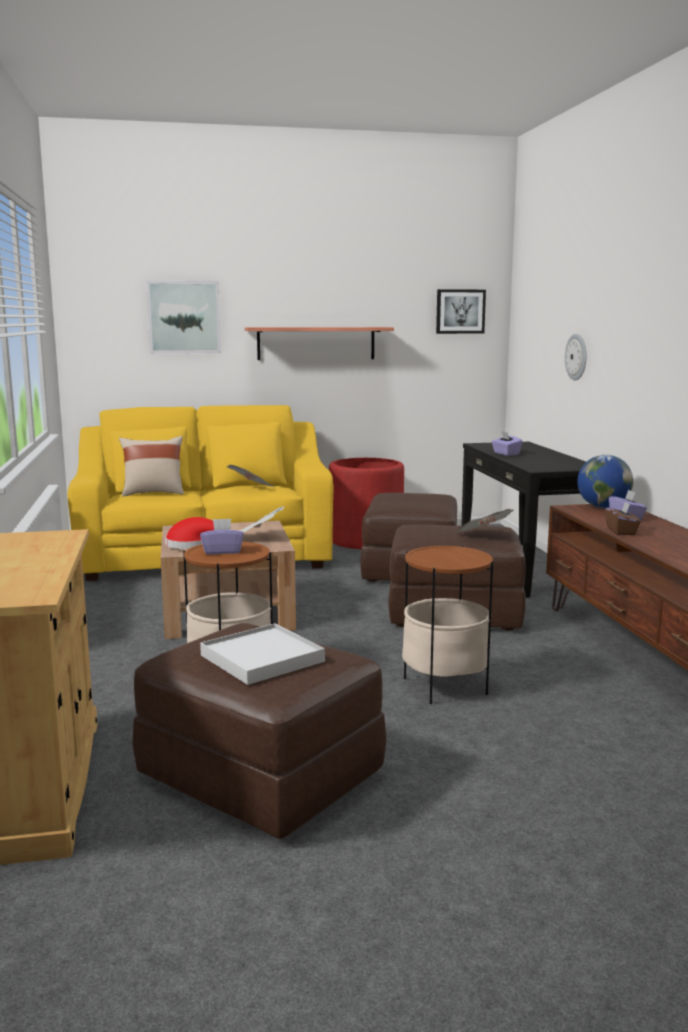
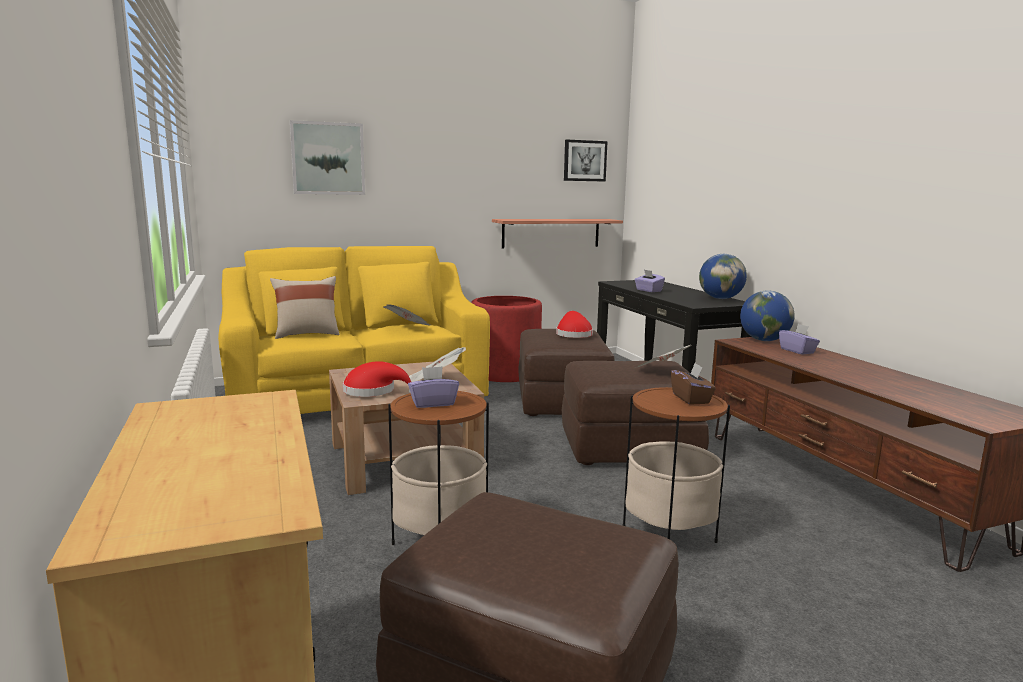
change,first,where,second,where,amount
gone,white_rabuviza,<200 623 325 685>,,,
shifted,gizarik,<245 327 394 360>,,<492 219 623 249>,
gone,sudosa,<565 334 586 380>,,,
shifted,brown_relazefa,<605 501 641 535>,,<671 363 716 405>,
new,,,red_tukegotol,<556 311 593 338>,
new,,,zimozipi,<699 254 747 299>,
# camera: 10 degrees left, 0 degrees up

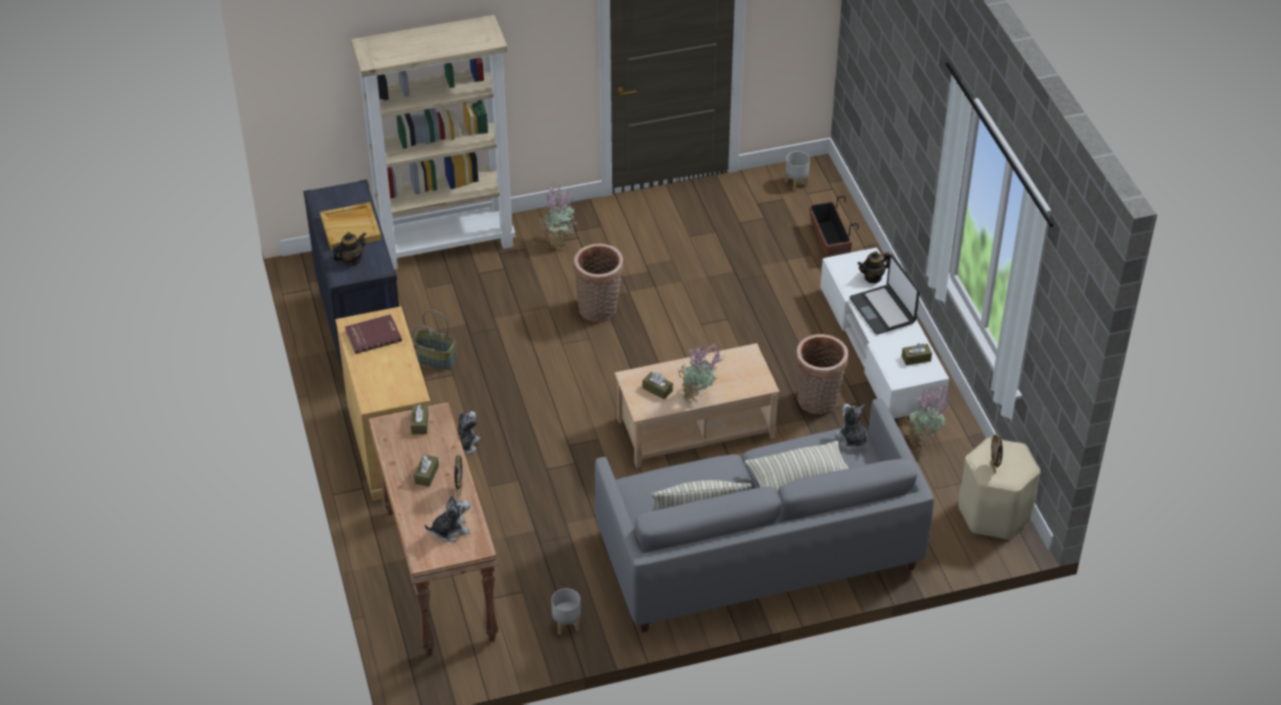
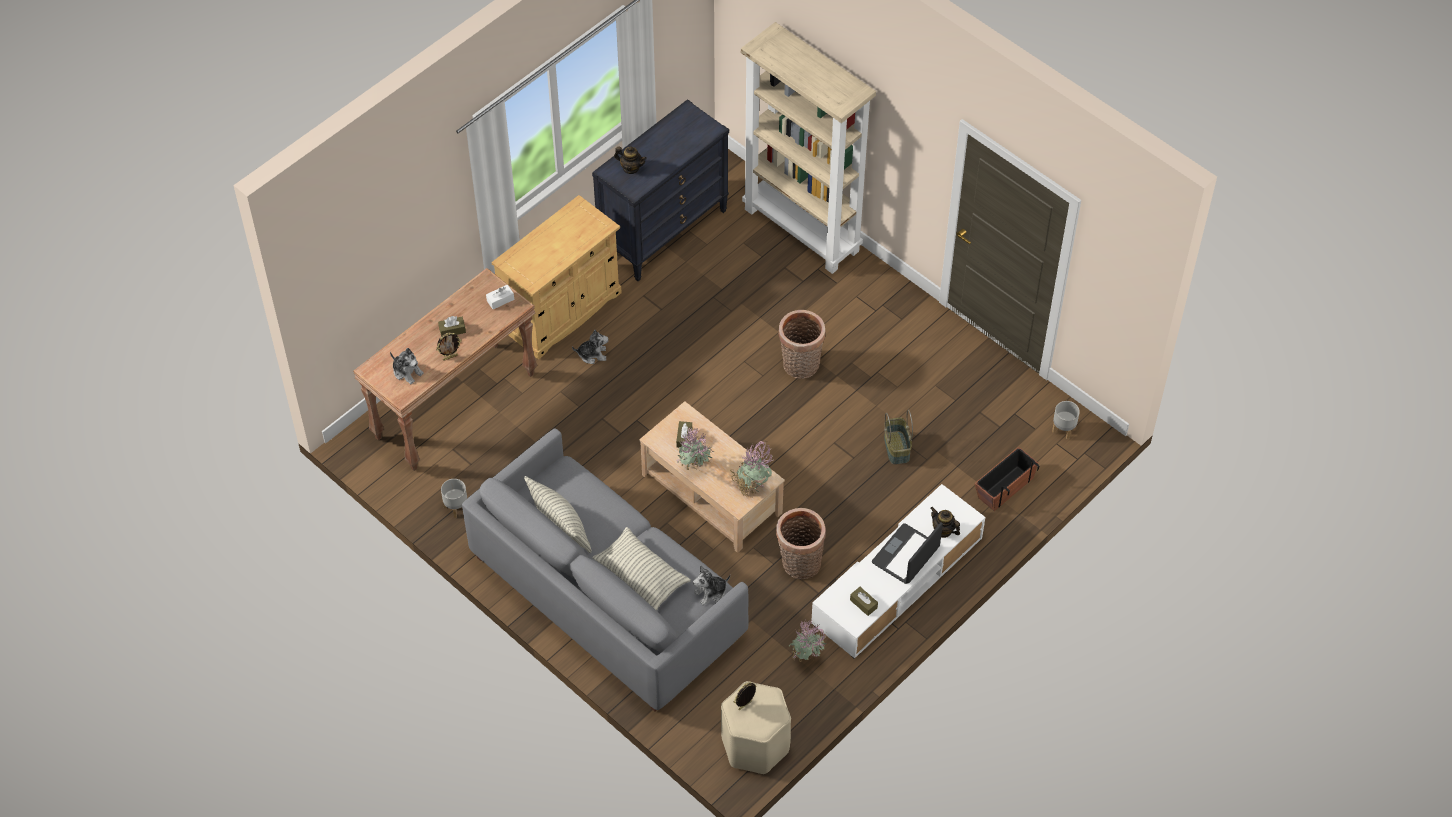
change,first,where,second,where,amount
gone,beige_rabuviza,<320 202 381 250>,,,
gone,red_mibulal,<345 314 402 354>,,,
repainted,brown_relazefa,<411 404 428 434>,white_relazefa,<486 285 514 309>,
shifted,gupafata,<412 310 456 370>,,<884 410 913 465>,
shifted,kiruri,<539 184 577 250>,,<730 441 772 498>,
rotated,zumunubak,<835 404 867 450>,,<693 565 730 605>,150 degrees counterclockwise
# camera: 60 degrees right, 10 degrees up

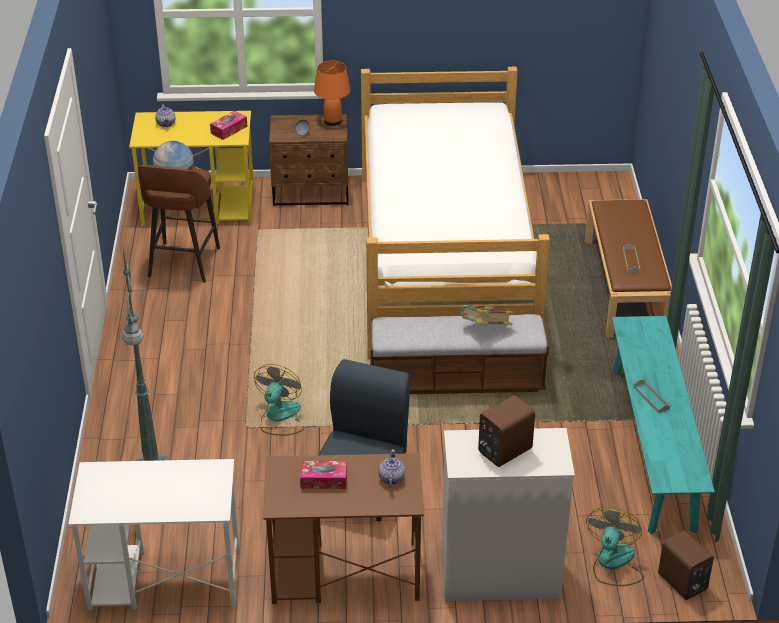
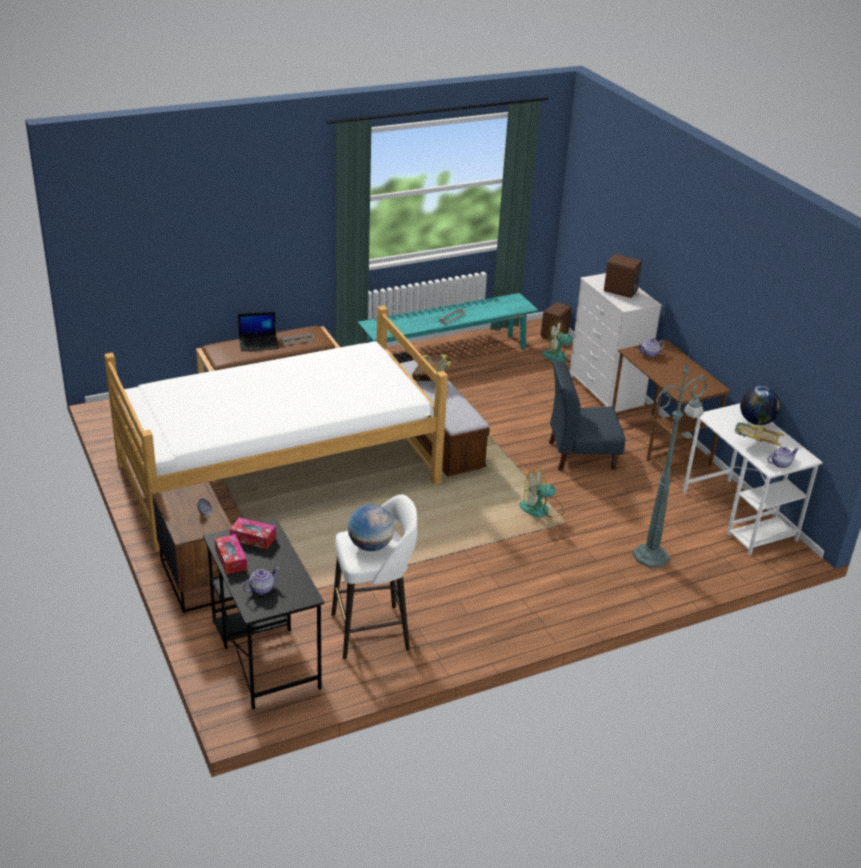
change,first,where,second,where,amount
repainted,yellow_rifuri,<129 111 254 226>,black_rifuri,<203 518 325 710>,
repainted,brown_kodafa,<138 165 220 283>,white_kodafa,<331 494 417 659>,
shifted,relazefa,<300 461 347 489>,,<215 534 247 574>,
gone,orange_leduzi,<314 61 350 126>,,,
new,,,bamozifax,<238 312 279 351>,
new,,,mibulal,<734 422 784 446>,
new,,,zimozipi,<740 386 781 425>,
new,,,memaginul,<767 447 799 468>,
# camera: 115 degrees left, 5 degrees down

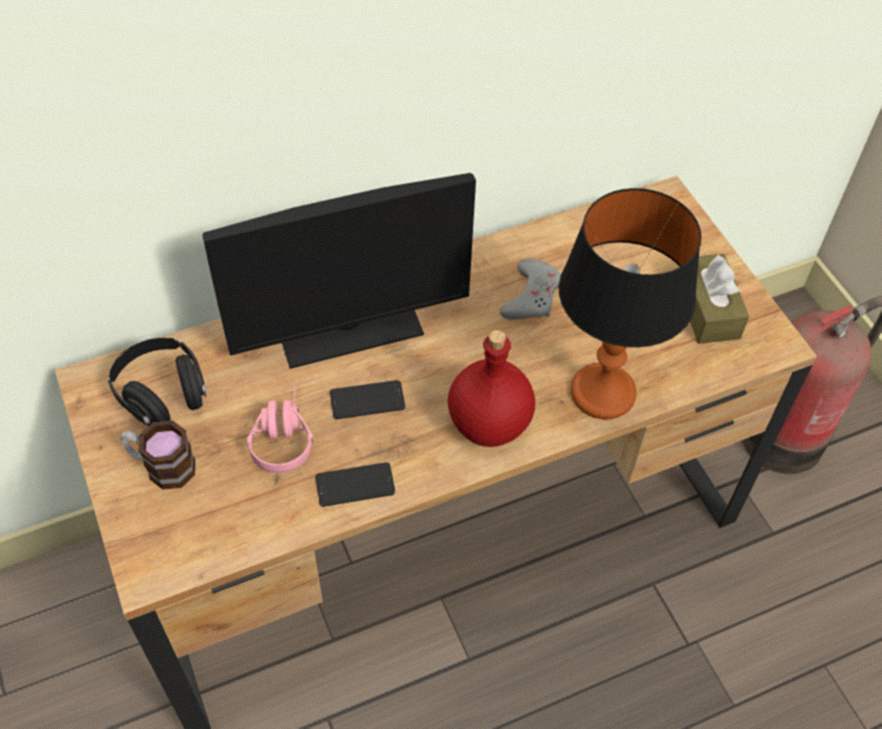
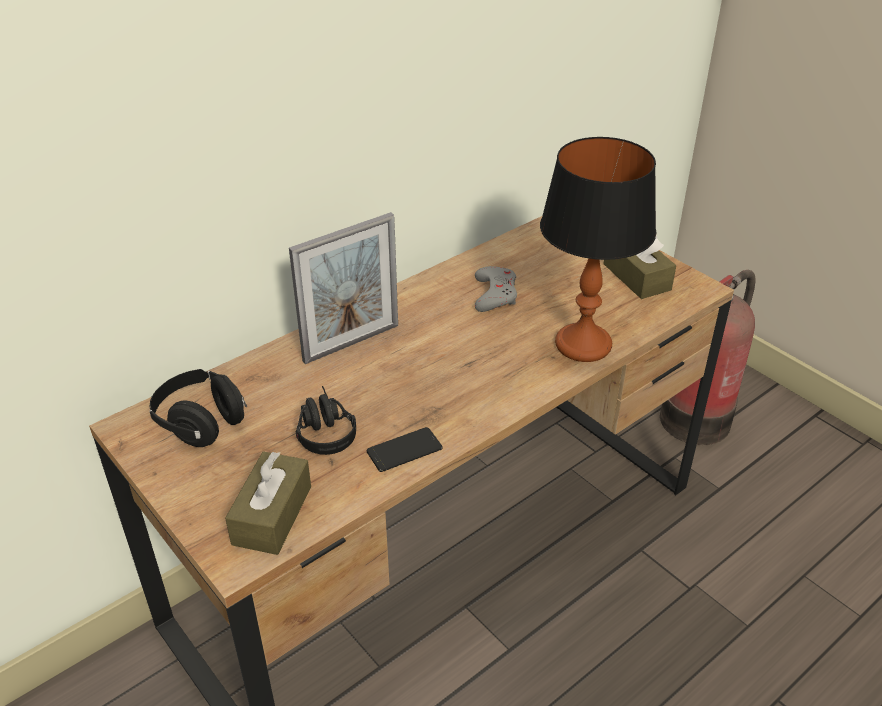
change,first,where,second,where,amount
gone,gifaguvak,<121 420 195 489>,,,
swapped,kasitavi,<202 173 476 369>,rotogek,<289 212 398 364>,
repainted,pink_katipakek,<246 385 314 473>,black_katipakek,<296 386 356 455>,
gone,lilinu,<330 380 405 419>,,,
gone,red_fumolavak,<448 330 535 447>,,,
new,,,brown_relazefa,<225 452 311 555>,
# camera: 15 degrees left, 15 degrees down

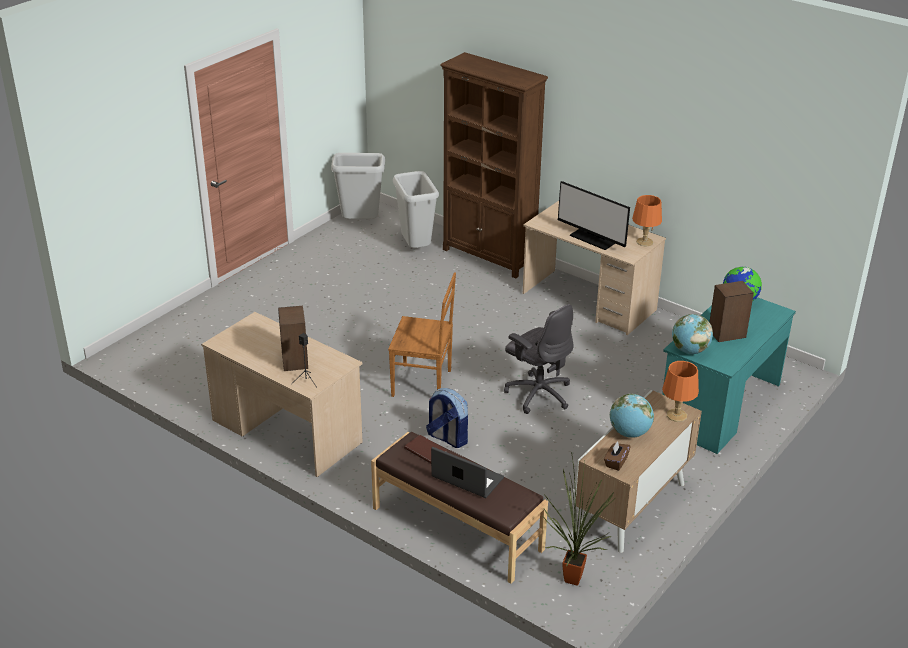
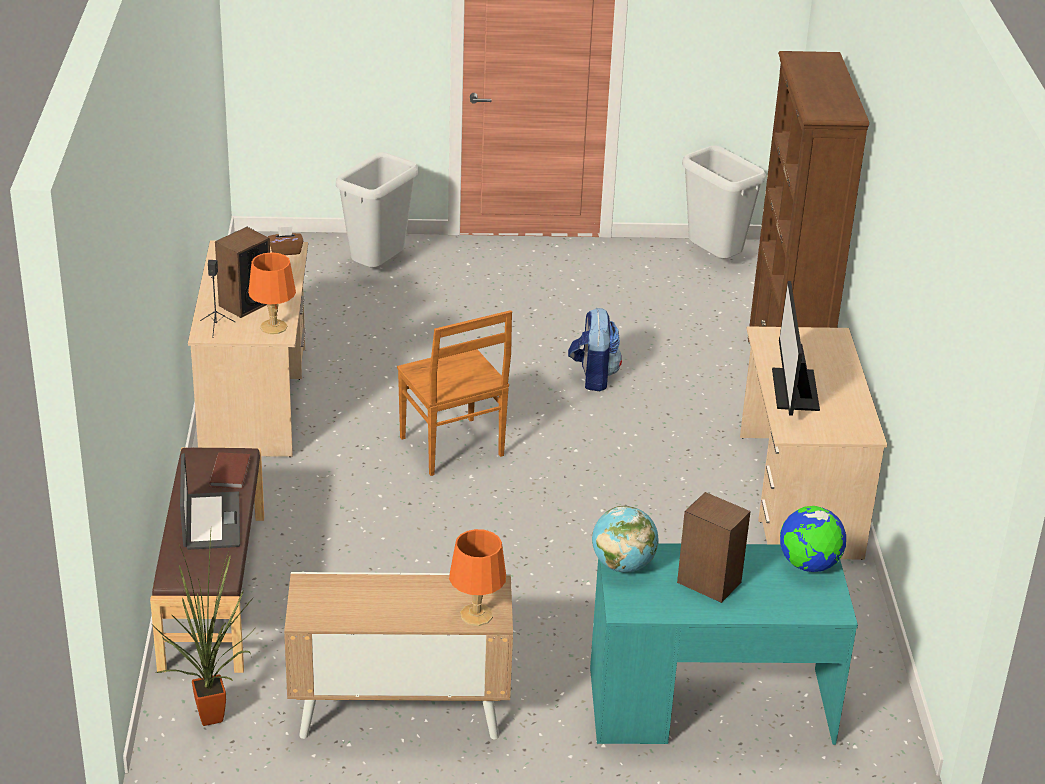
change,first,where,second,where,amount
shifted,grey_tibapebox,<393 171 439 248>,,<336 152 418 267>,
shifted,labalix,<426 388 468 448>,,<568 308 622 391>,
gone,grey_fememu,<504 304 574 414>,,,
shifted,brown_relazefa,<604 441 631 471>,,<268 227 303 255>,
gone,zimozipi,<610 394 654 438>,,,
shifted,orange_leduzi,<632 195 662 247>,,<248 252 296 334>,
# camera: 50 degrees right, 0 degrees up

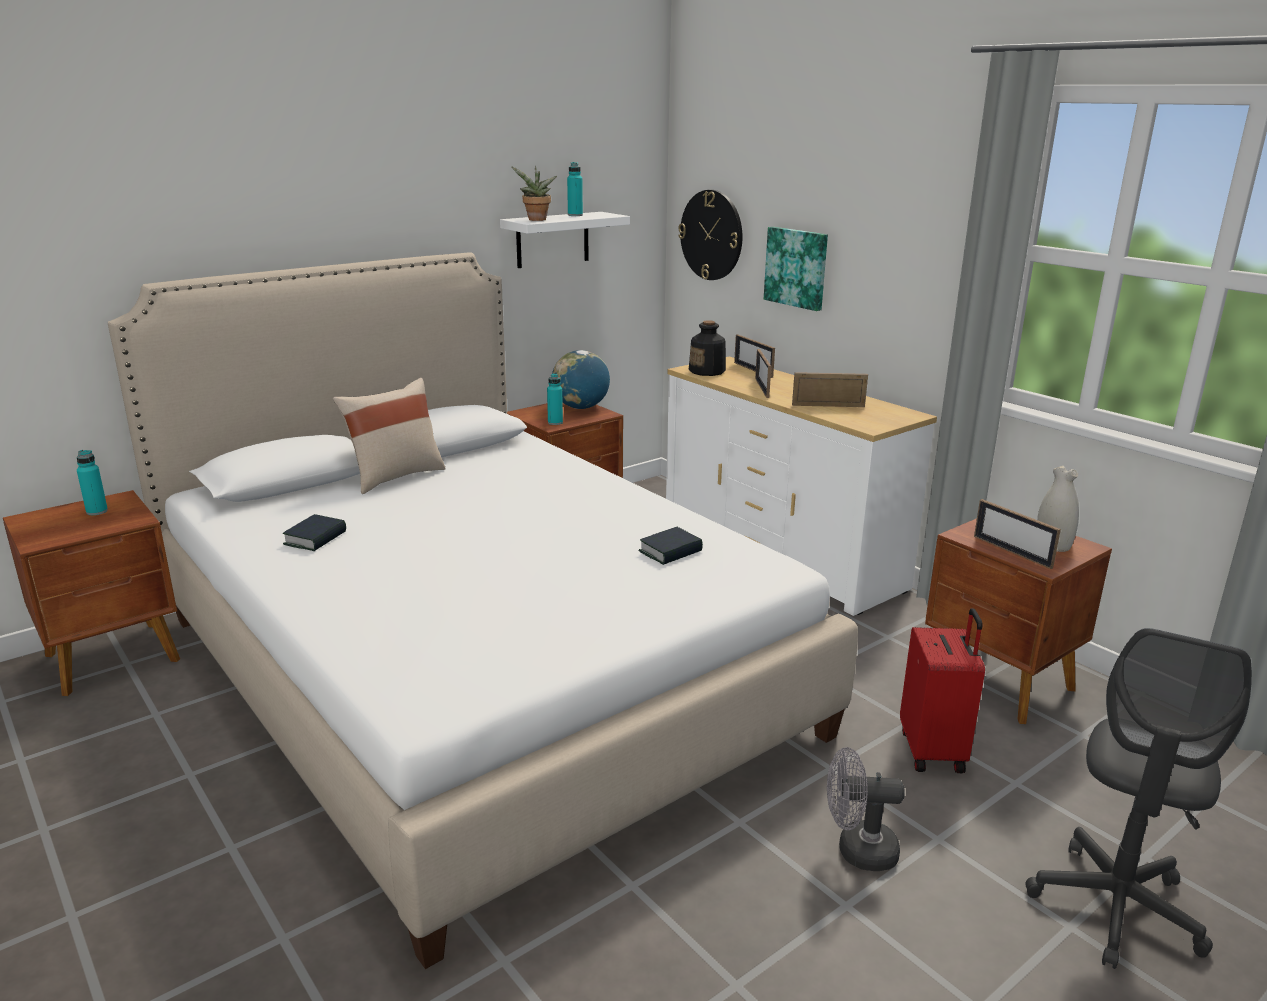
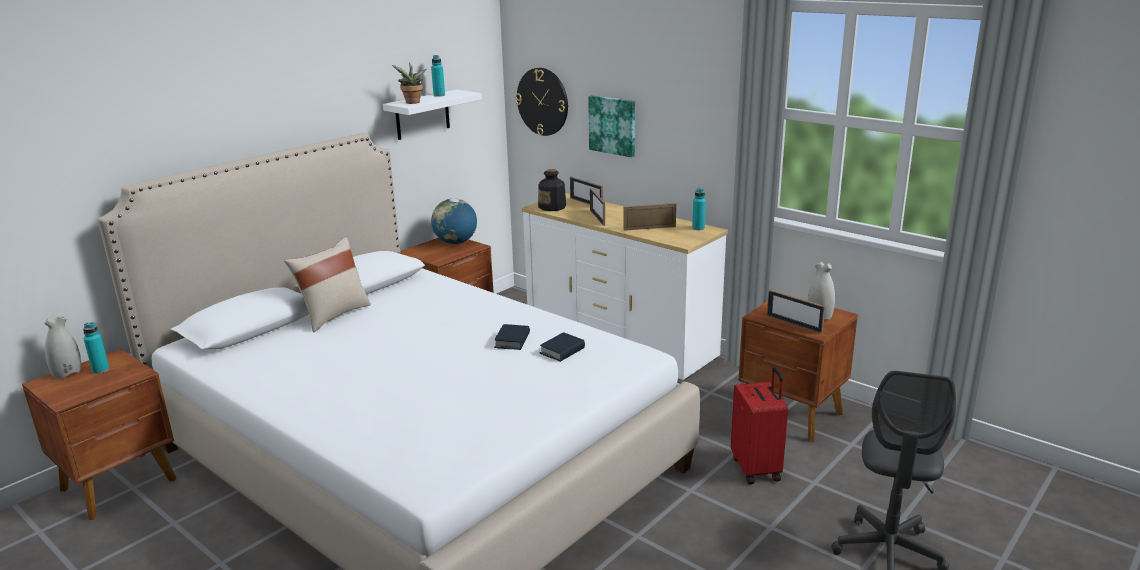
change,first,where,second,where,amount
shifted,mibulal,<283 514 346 551>,,<494 324 530 350>,
shifted,turquoise_fumolavak,<547 373 563 425>,,<692 188 706 230>,
gone,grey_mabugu,<827 747 905 871>,,,
new,,,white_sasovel,<44 316 81 379>,
# camera: 10 degrees left, 0 degrees up

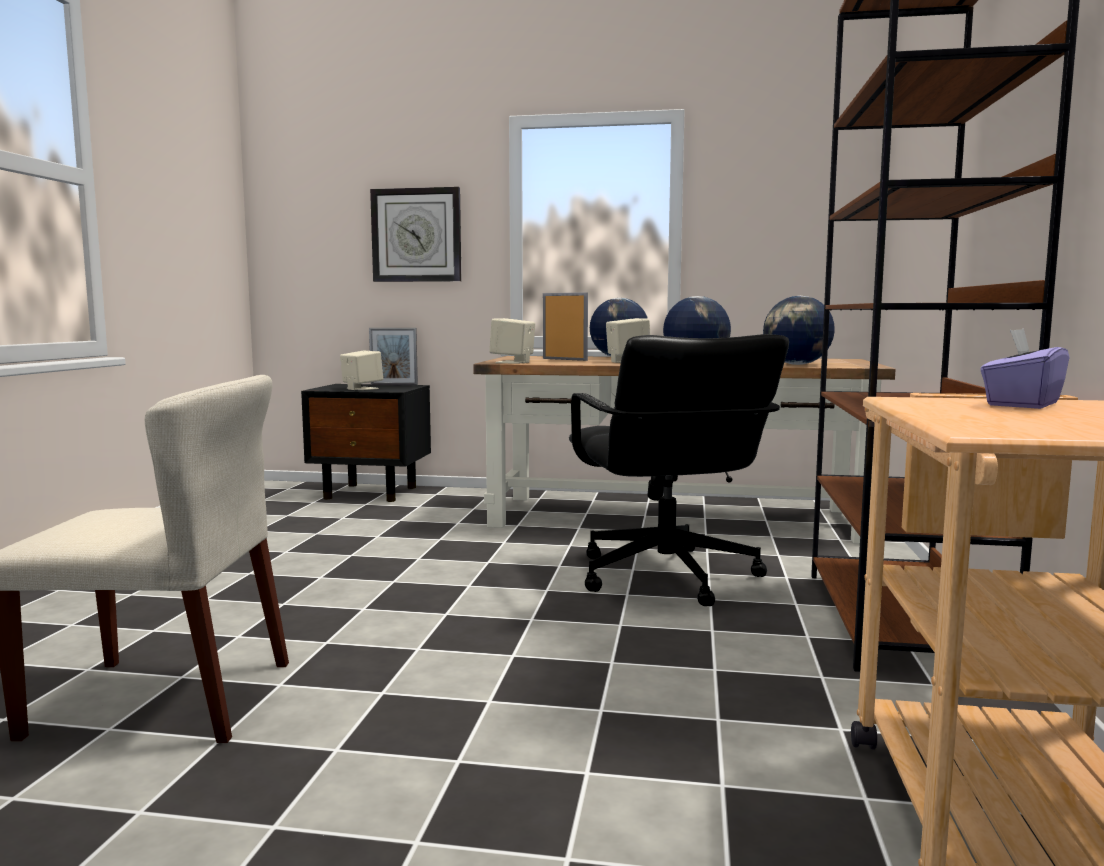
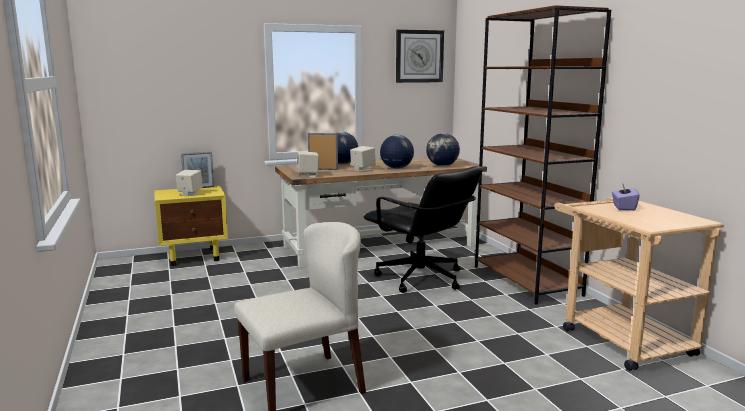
change,first,where,second,where,amount
repainted,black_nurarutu,<301 384 431 502>,yellow_nurarutu,<154 186 228 266>,
shifted,sudosa,<370 187 461 282>,,<396 29 444 83>,
# camera: 30 degrees left, 5 degrees up

